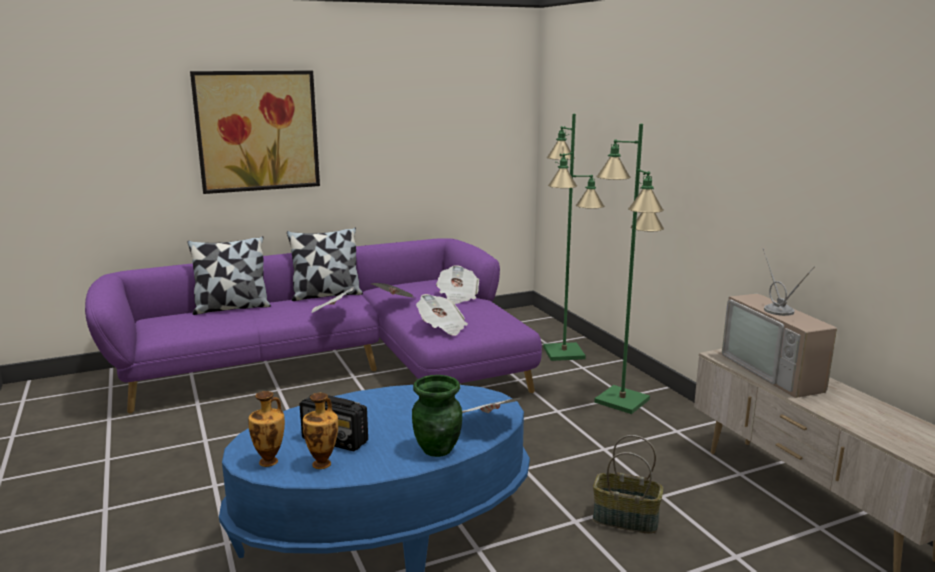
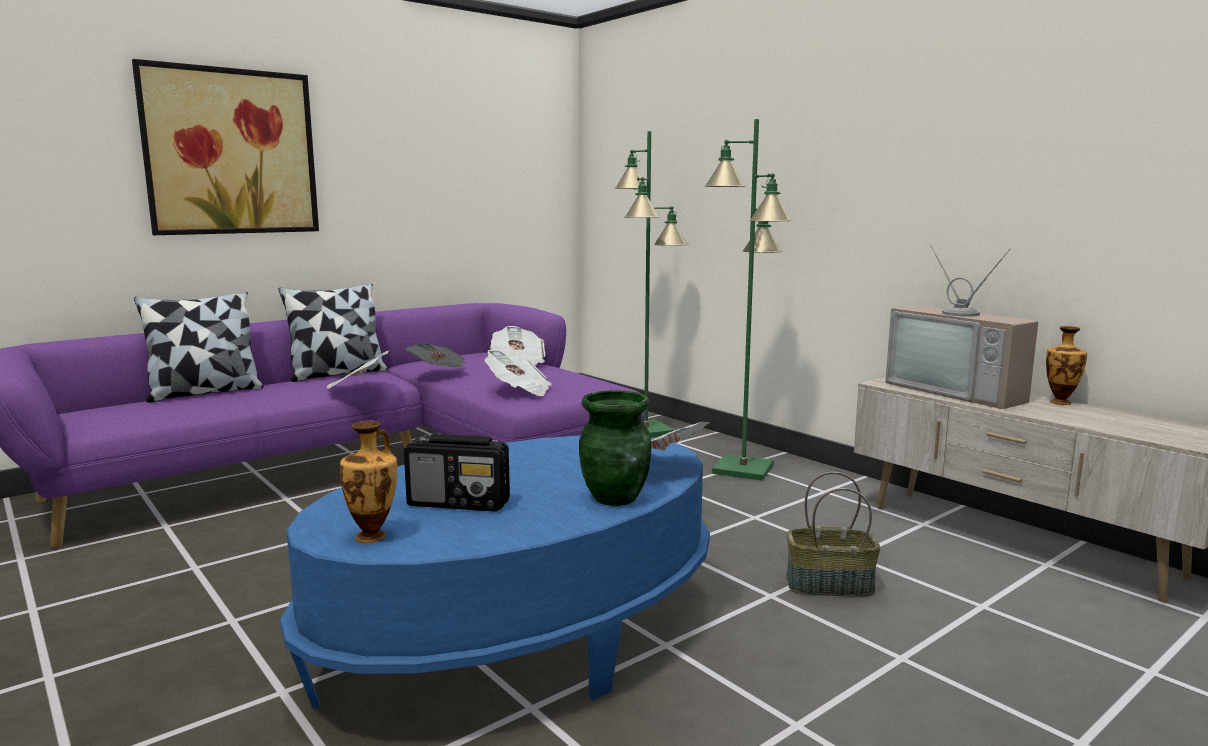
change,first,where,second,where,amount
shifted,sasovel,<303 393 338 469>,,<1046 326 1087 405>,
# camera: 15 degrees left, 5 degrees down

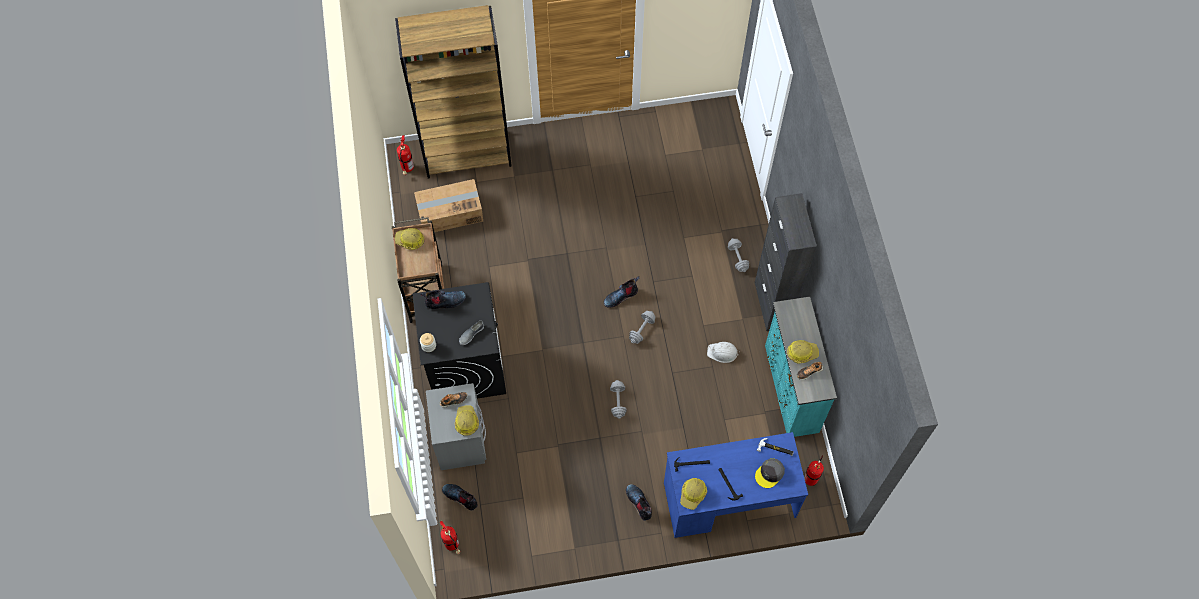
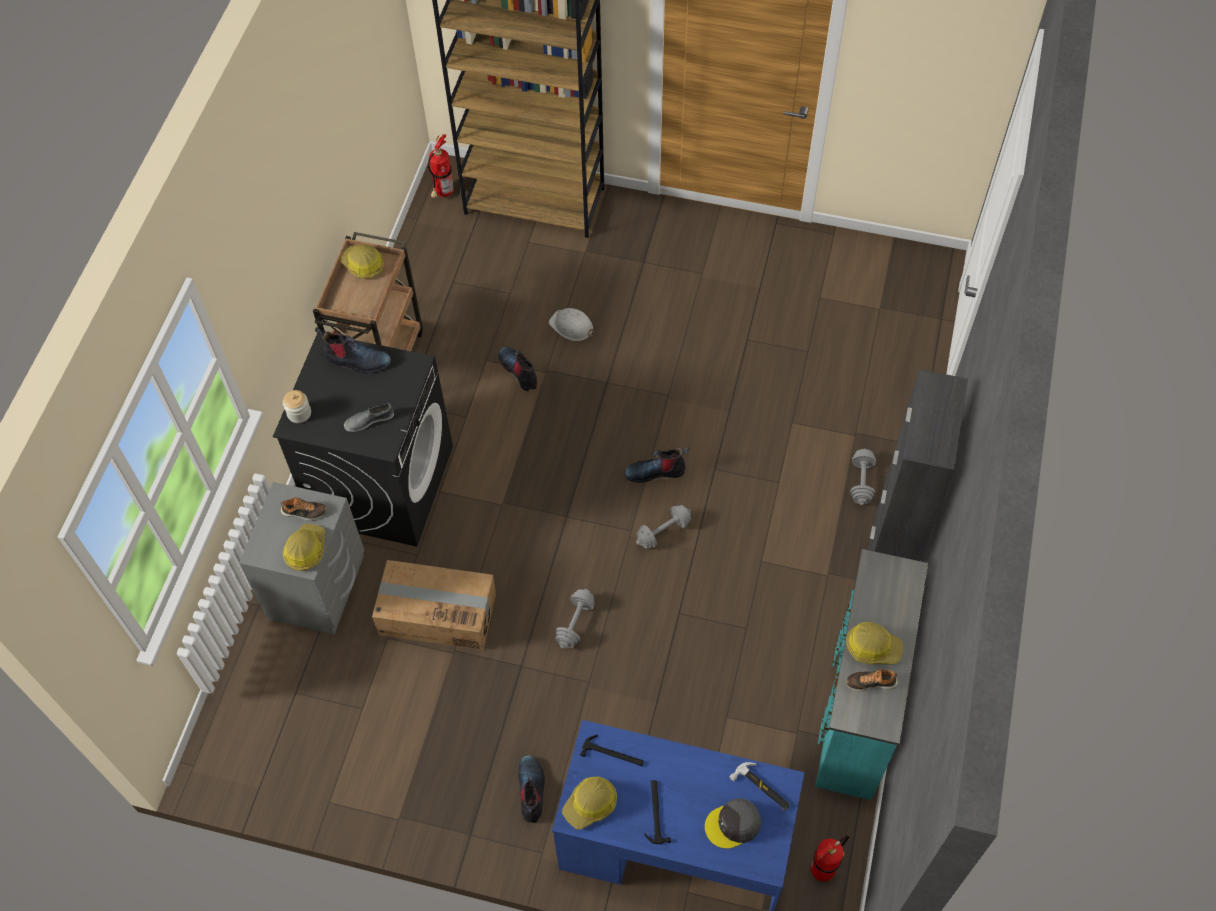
change,first,where,second,where,amount
shifted,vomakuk,<414 179 483 232>,,<372 560 496 650>,
gone,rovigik,<439 521 461 554>,,,
shifted,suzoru,<442 484 478 511>,,<498 347 537 392>,
shifted,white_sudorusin,<707 342 740 363>,,<549 308 594 341>,
# camera: 25 degrees right, 5 degrees down

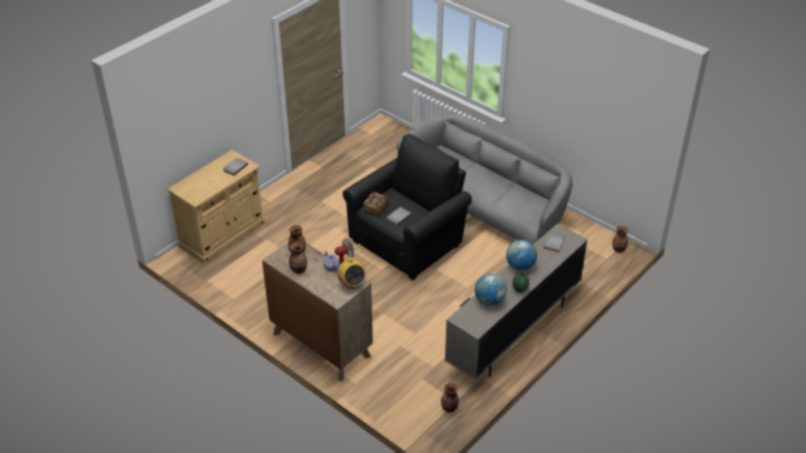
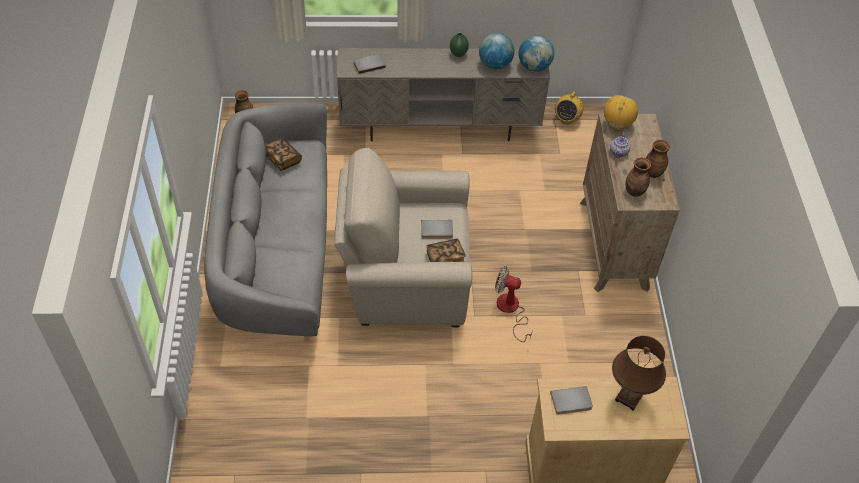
change,first,where,second,where,amount
repainted,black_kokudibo,<343 134 472 280>,beige_kokudibo,<334 148 472 327>,
swapped,sasovel,<441 383 459 413>,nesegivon,<555 91 583 125>,
shifted,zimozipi,<506 240 537 271>,,<519 35 554 72>,
new,,,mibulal,<265 138 302 171>,
new,,,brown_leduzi,<612 336 666 411>,
# camera: 135 degrees left, 10 degrees up

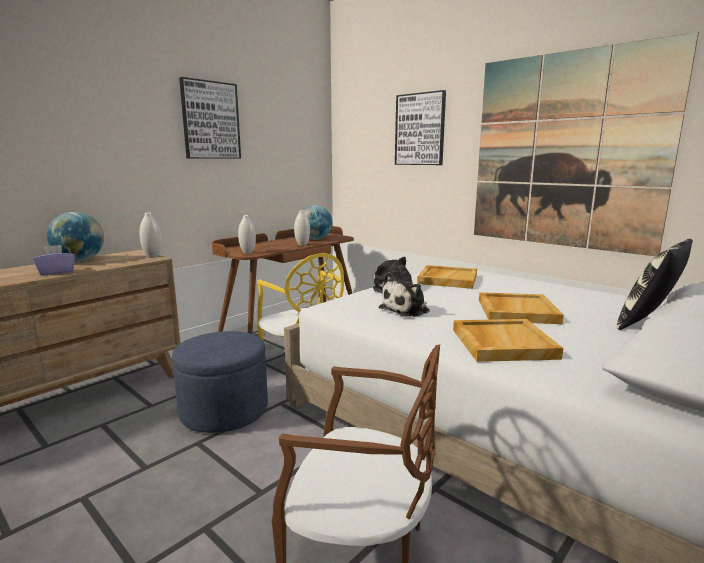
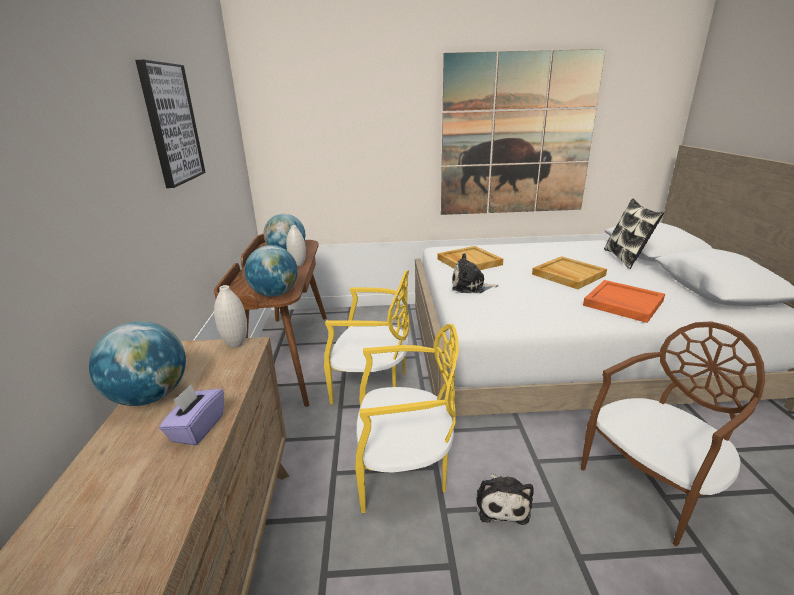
change,first,where,second,where,amount
swapped,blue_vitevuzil,<172 331 268 433>,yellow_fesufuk,<355 324 459 513>,
swapped,white_sasovel,<238 215 256 254>,zimozipi,<245 245 298 297>,
shifted,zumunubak,<379 272 430 317>,,<476 473 534 525>,
gone,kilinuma,<395 90 446 165>,,,
repainted,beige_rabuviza,<453 319 563 362>,orange_rabuviza,<583 280 665 323>,
# camera: 45 degrees left, 10 degrees up

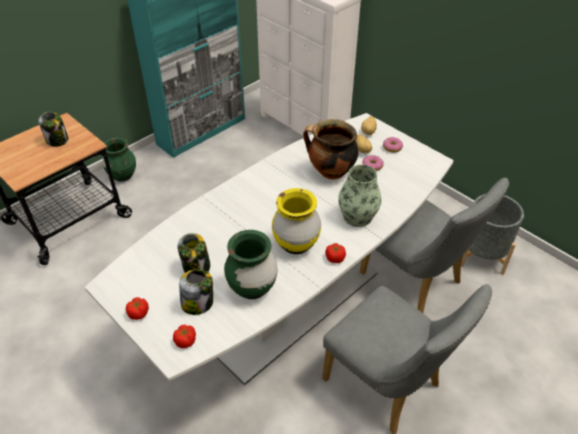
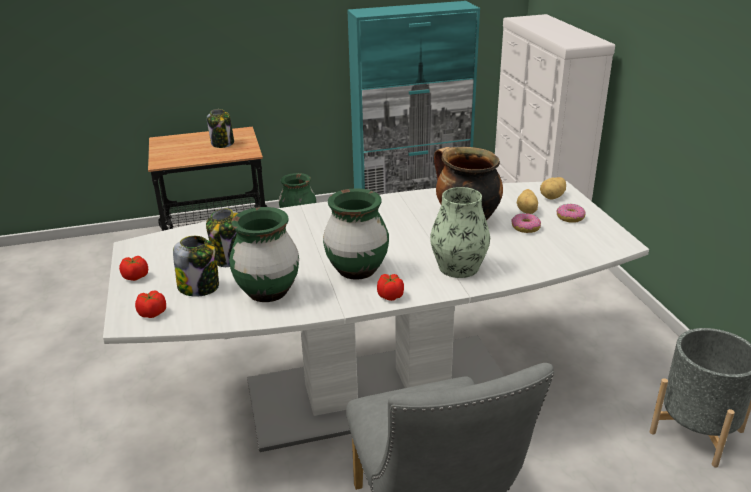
change,first,where,second,where,amount
repainted,yellow_sasovel,<272 188 321 254>,green_sasovel,<323 189 389 280>,
gone,grey_fesufuk,<360 178 509 313>,,,
# camera: 30 degrees right, 15 degrees down

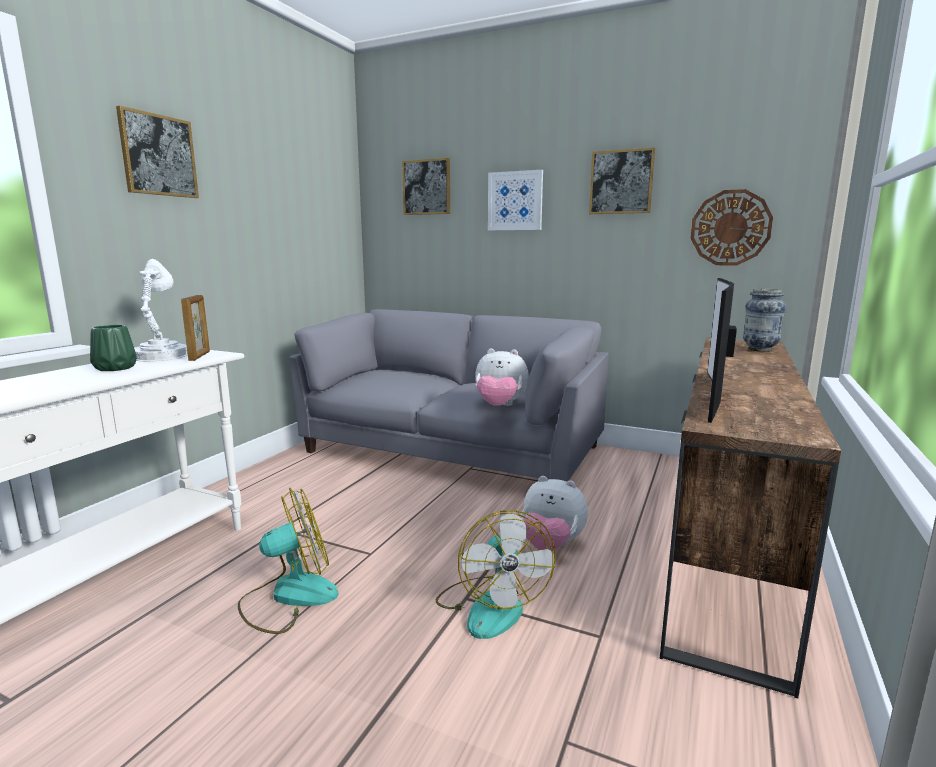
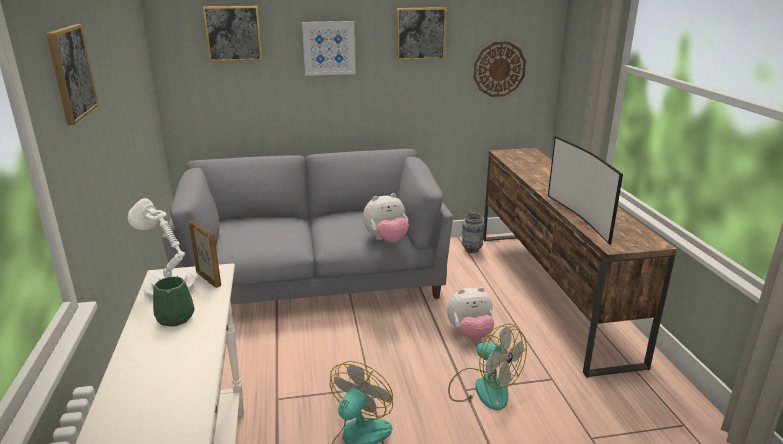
change,first,where,second,where,amount
shifted,sasovel,<743 289 786 352>,,<462 213 485 253>,
# camera: 35 degrees left, 10 degrees up

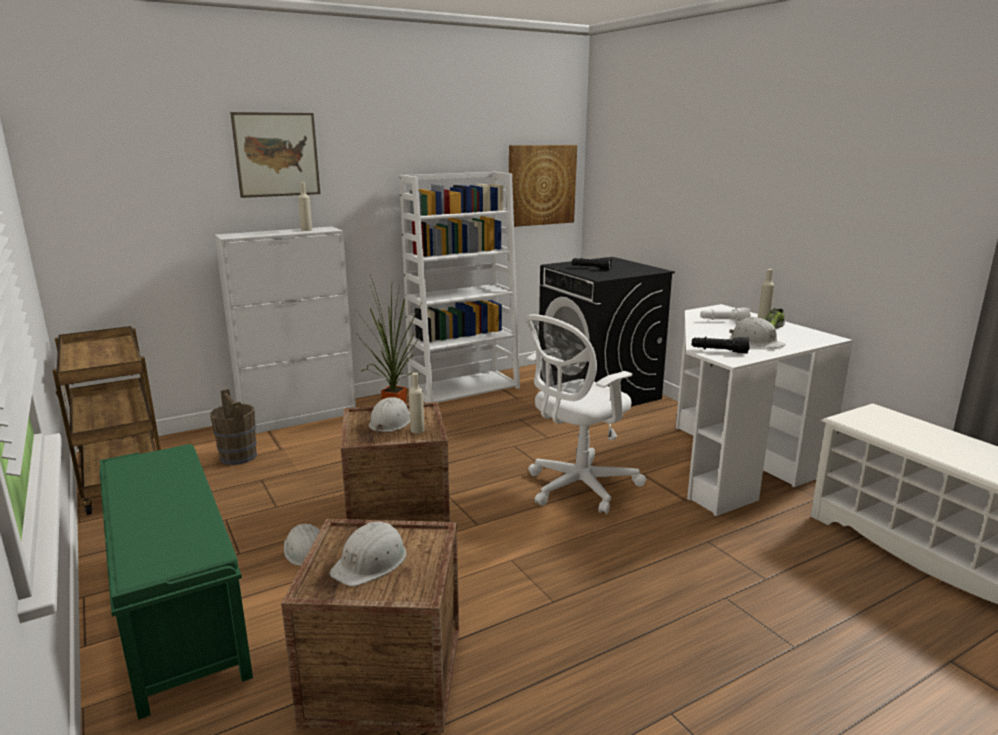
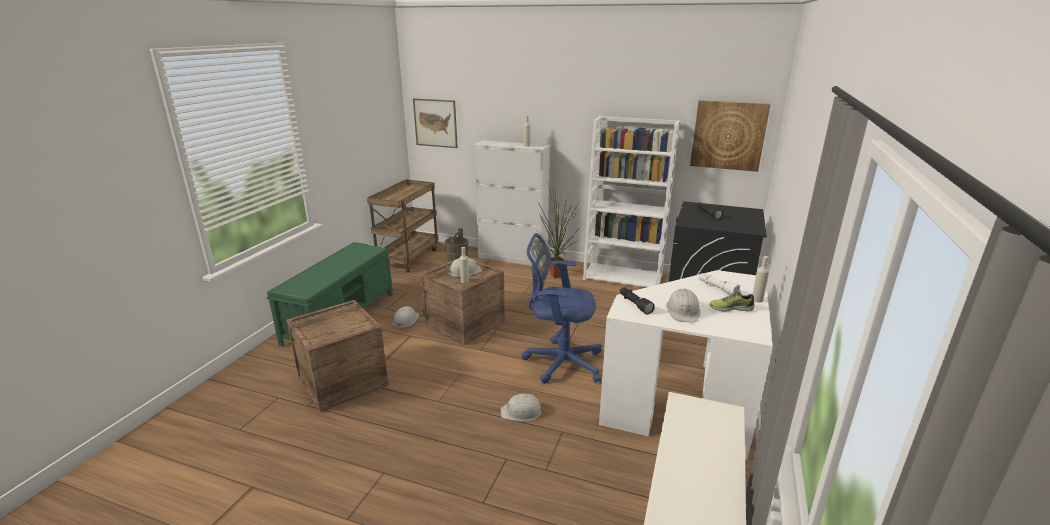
change,first,where,second,where,amount
shifted,kilinuma,<230 112 320 198>,,<413 98 458 148>,
shifted,white_sudorusin,<329 522 406 586>,,<500 394 544 421>,
repainted,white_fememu,<525 314 646 514>,blue_fememu,<521 233 602 384>,
# camera: 50 degrees right, 5 degrees up

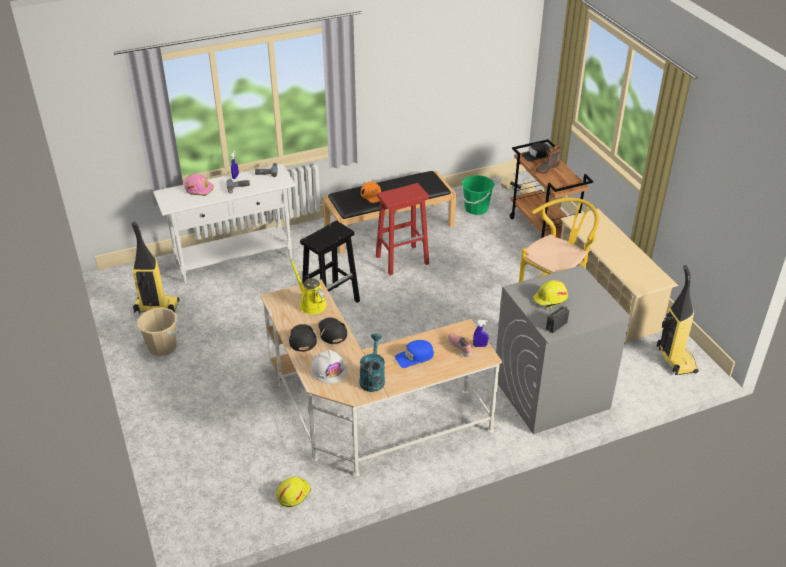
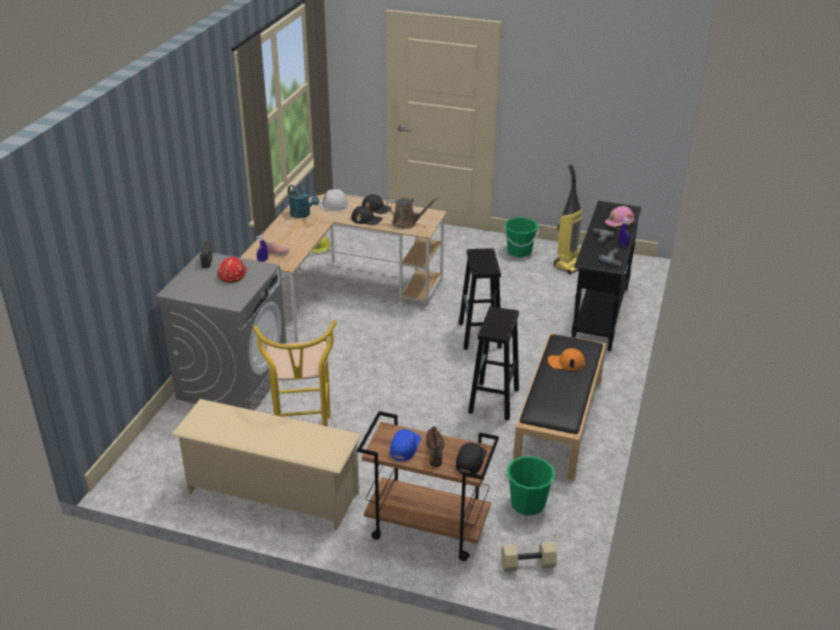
change,first,where,second,where,amount
repainted,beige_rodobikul,<137 308 179 356>,green_rodobikul,<504 217 539 257>,
repainted,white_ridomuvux,<153 164 296 284>,black_ridomuvux,<571 201 641 351>,
repainted,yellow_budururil,<290 259 326 314>,brown_budururil,<386 197 439 229>,
repainted,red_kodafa,<376 183 429 275>,black_kodafa,<468 306 519 420>,
shifted,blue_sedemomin,<395 340 434 368>,,<390 429 421 461>,
repainted,yellow_sudorusin,<533 280 568 309>,red_sudorusin,<217 257 247 283>,
gone,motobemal,<656 265 699 375>,,,
# camera: 130 degrees right, 5 degrees down

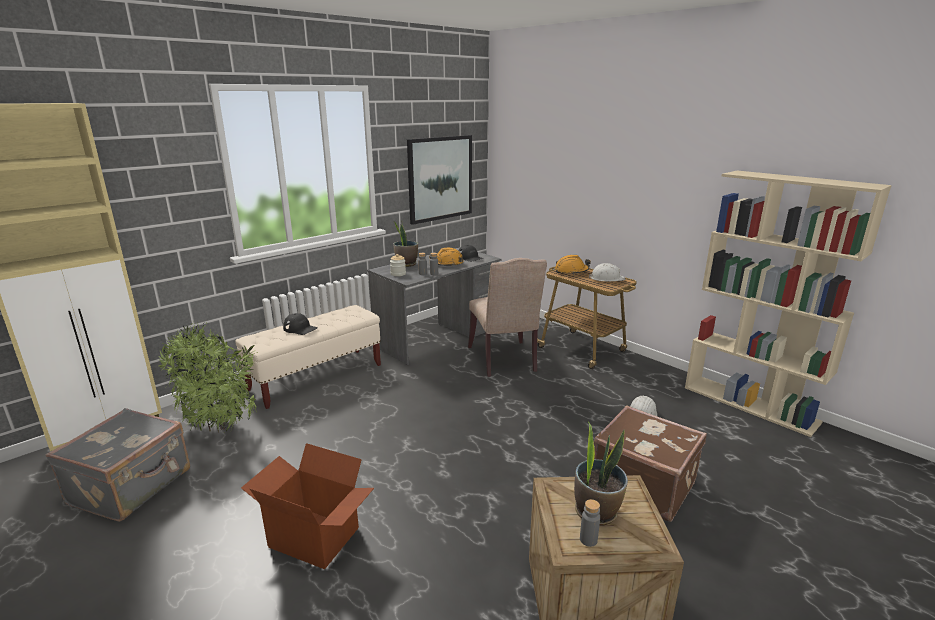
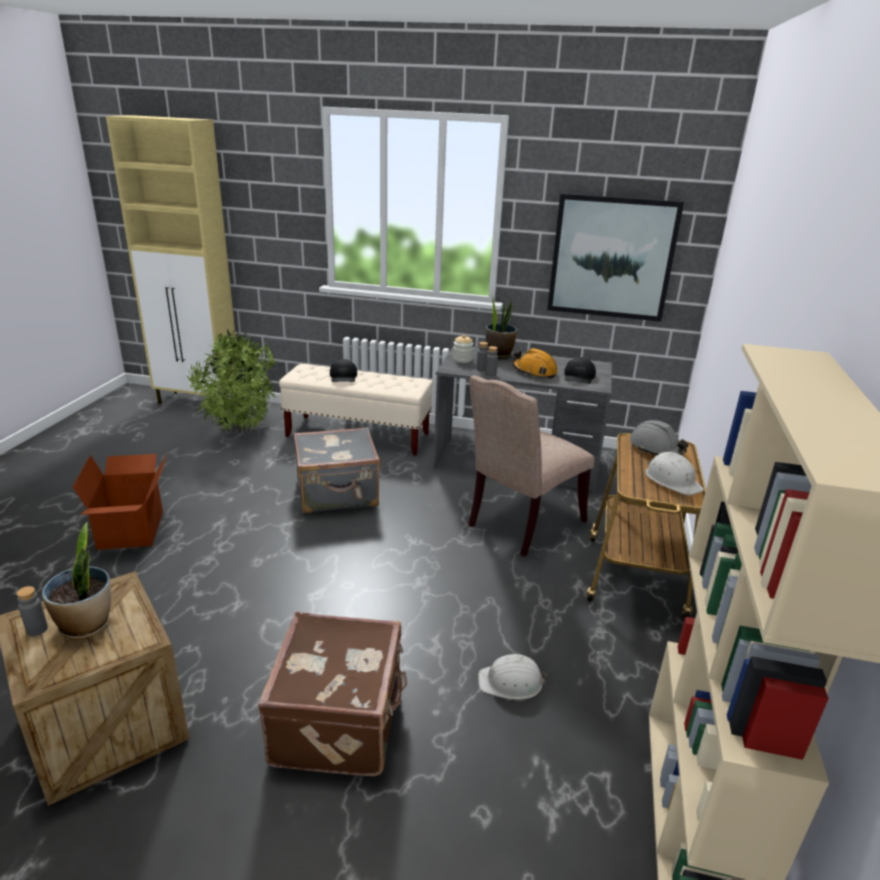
change,first,where,second,where,amount
shifted,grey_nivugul,<45 408 190 522>,,<293 427 380 513>,
repainted,orange_sudorusin,<555 255 591 275>,grey_sudorusin,<630 420 688 455>,
# camera: 55 degrees right, 5 degrees up

